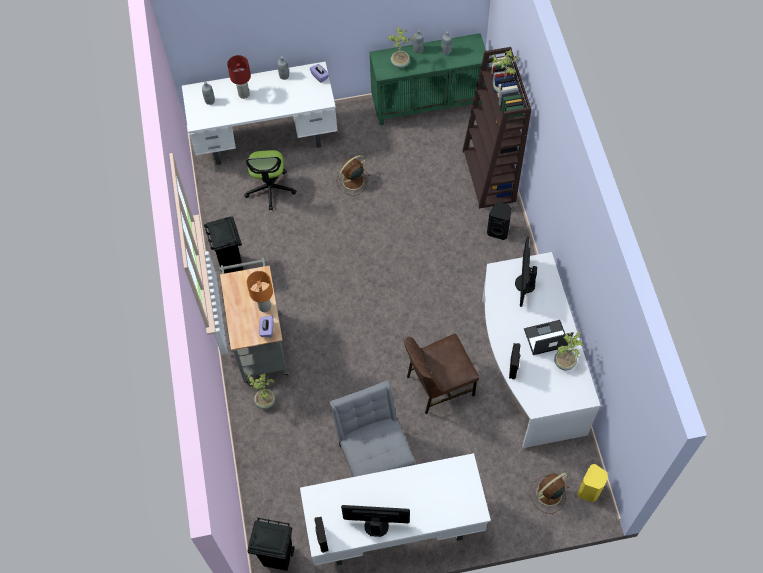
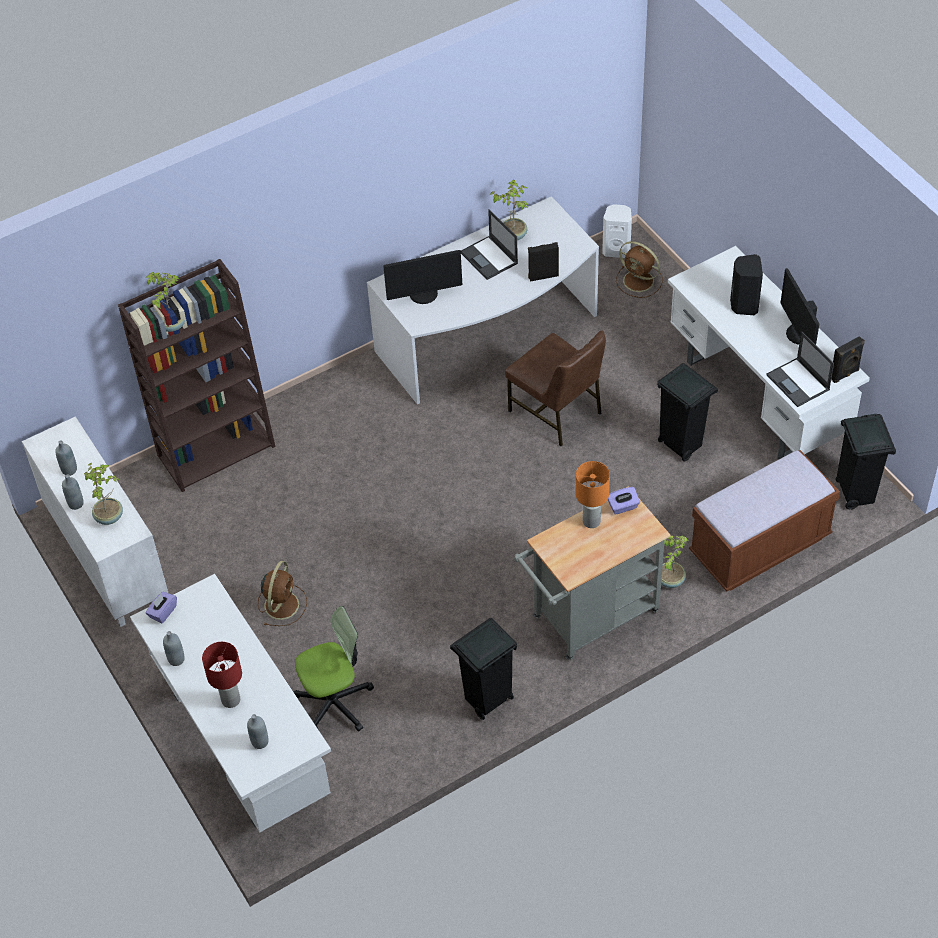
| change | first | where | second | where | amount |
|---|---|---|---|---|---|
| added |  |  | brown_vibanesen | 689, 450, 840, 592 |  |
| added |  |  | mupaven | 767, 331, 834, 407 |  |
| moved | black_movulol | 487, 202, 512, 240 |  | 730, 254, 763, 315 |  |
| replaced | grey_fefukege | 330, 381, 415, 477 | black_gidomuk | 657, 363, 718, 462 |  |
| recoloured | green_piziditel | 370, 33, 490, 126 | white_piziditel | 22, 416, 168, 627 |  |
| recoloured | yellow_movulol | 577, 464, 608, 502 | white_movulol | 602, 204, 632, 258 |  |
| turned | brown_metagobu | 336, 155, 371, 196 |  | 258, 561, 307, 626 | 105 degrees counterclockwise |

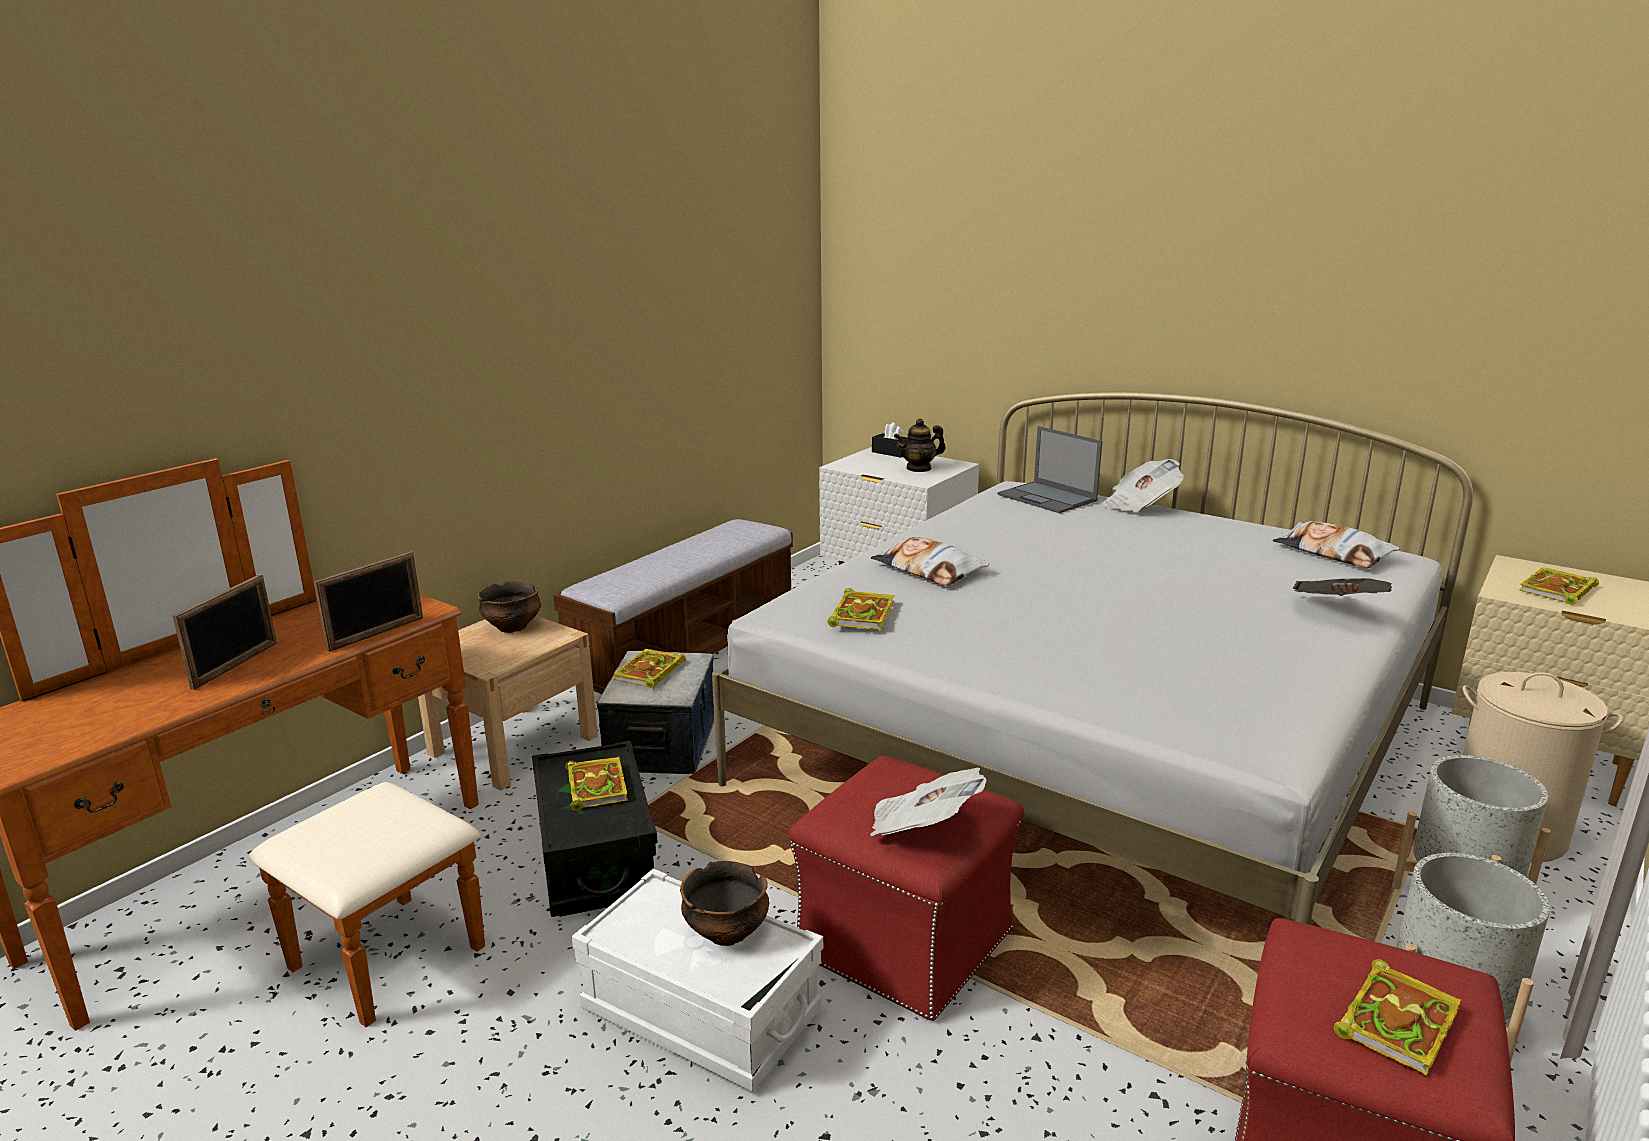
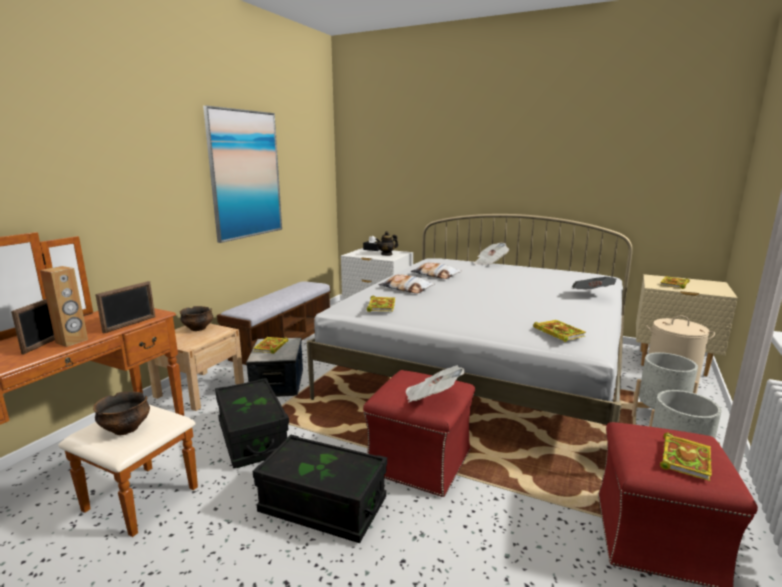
| change | first | where | second | where | amount |
|---|---|---|---|---|---|
| removed | mupaven | 997, 426, 1103, 513 |  |  |  |
| added |  |  | brown_movulol | 40, 266, 88, 347 |  |
| added |  |  | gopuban | 203, 106, 282, 243 |  |
| moved | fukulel | 565, 757, 628, 811 |  | 533, 320, 586, 342 |  |
| moved | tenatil | 680, 861, 769, 946 |  | 93, 391, 150, 435 |  |
| moved | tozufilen | 1273, 521, 1400, 568 |  | 411, 262, 462, 279 |  |
| recoloured | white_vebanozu | 572, 869, 823, 1092 | black_vebanozu | 253, 435, 387, 543 |  |

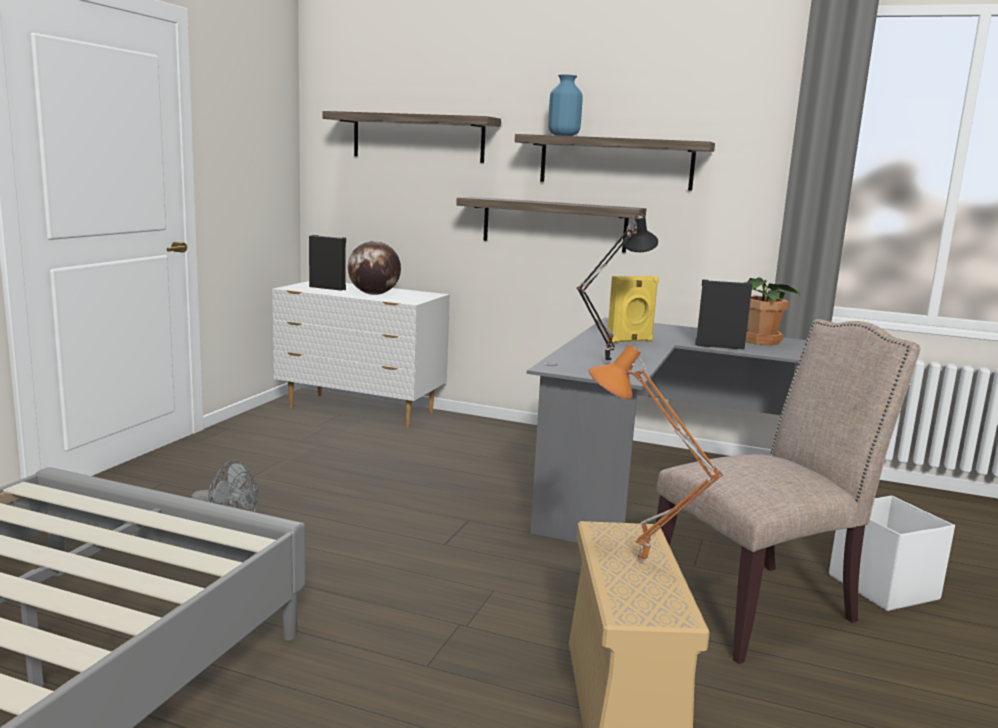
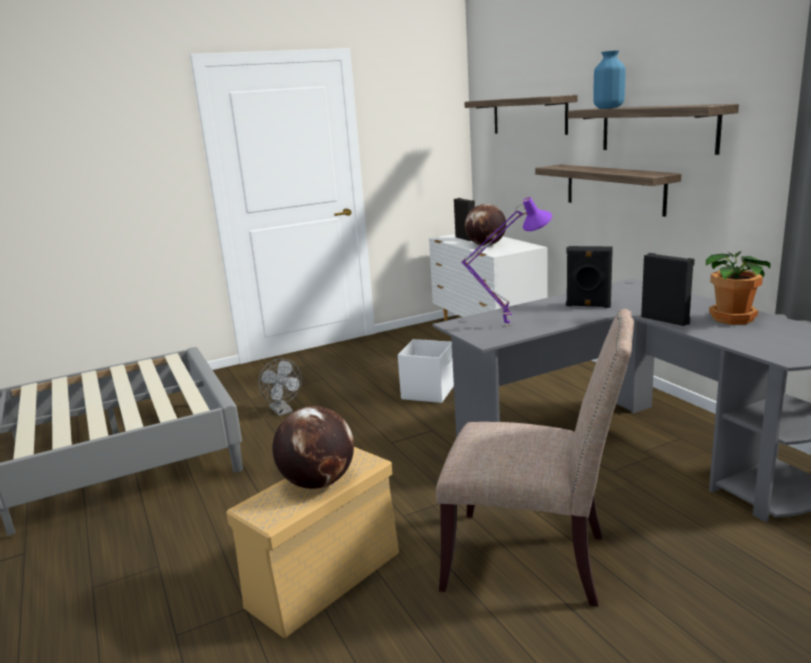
| change | first | where | second | where | amount |
|---|---|---|---|---|---|
| moved | white_vebanozu | 829, 495, 955, 611 |  | 398, 339, 454, 403 |  |
| replaced | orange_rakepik | 588, 344, 723, 565 | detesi | 273, 406, 354, 489 |  |
| recoloured | black_rakepik | 576, 214, 658, 364 | purple_rakepik | 461, 197, 552, 326 |  |
| recoloured | yellow_movulol | 607, 276, 659, 343 | black_movulol | 566, 246, 613, 308 |  |

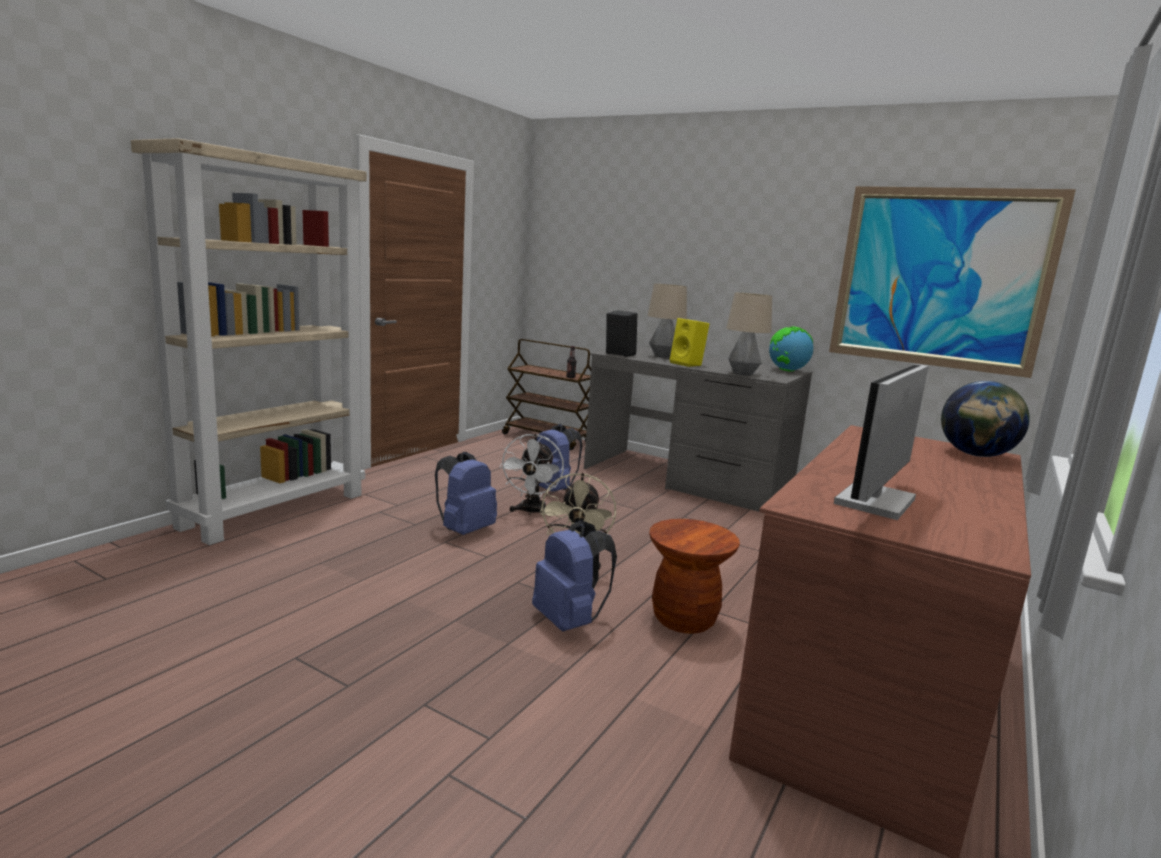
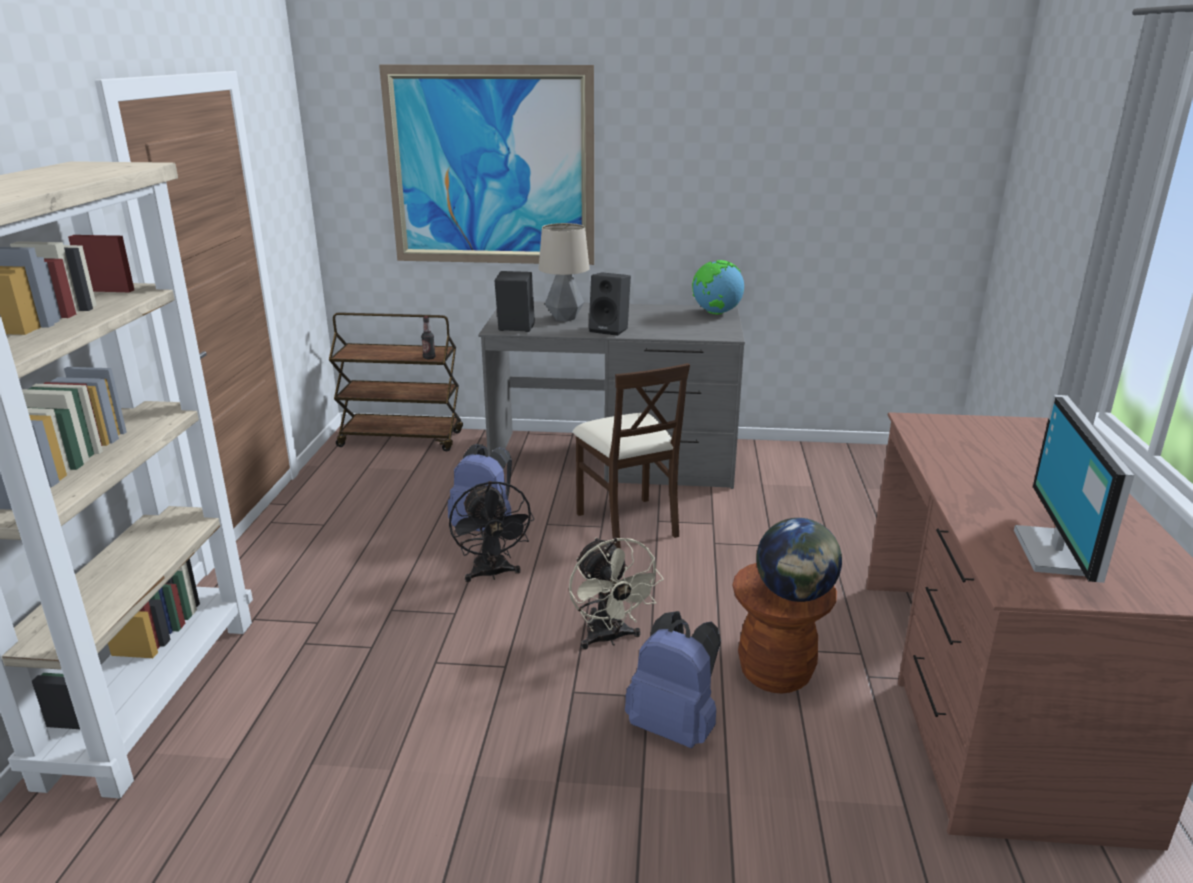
| change | first | where | second | where | amount |
|---|---|---|---|---|---|
| removed | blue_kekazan | 435, 452, 497, 535 |  |  |  |
| removed | rakepik | 726, 293, 772, 376 |  |  |  |
| added |  |  | beige_fefukege | 573, 363, 690, 549 |  |
| moved | gopuban | 829, 186, 1076, 378 |  | 379, 65, 594, 265 |  |
| moved | detesi | 941, 381, 1030, 457 |  | 756, 518, 842, 602 |  |
| recoloured | white_metagobu | 499, 434, 564, 515 | black_metagobu | 449, 481, 534, 582 |  |
| recoloured | yellow_movulol | 670, 318, 709, 367 | black_movulol | 589, 272, 631, 336 |  |

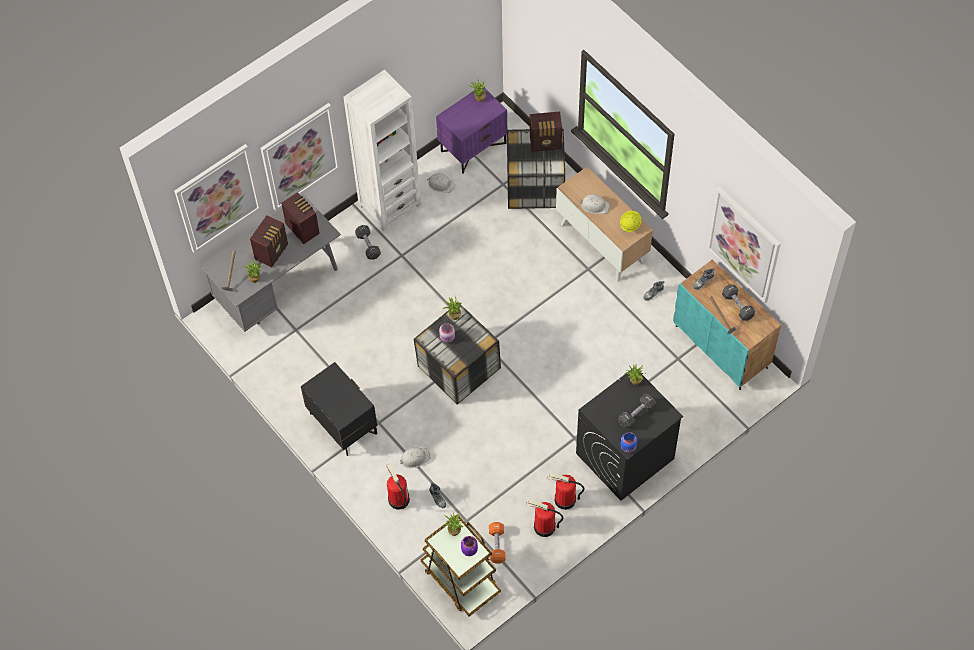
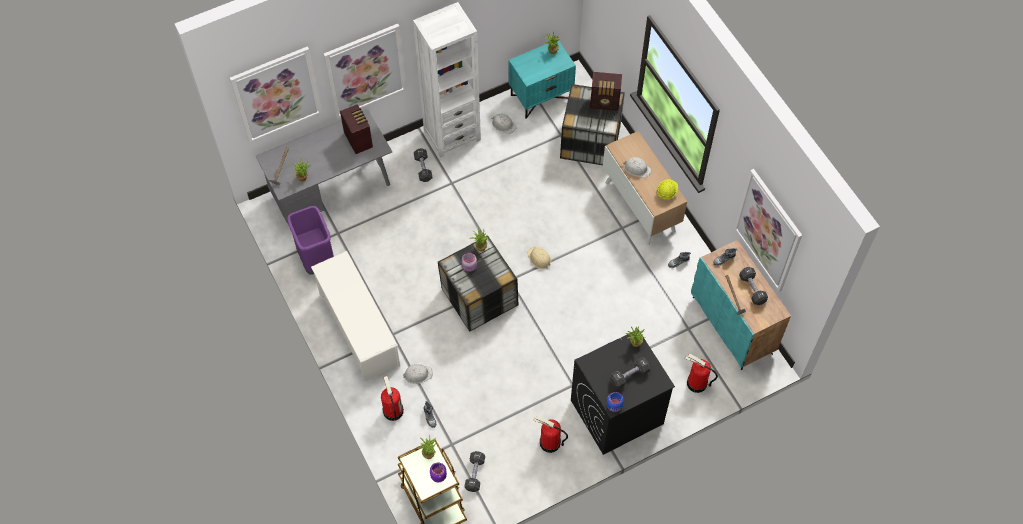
| change | first | where | second | where | amount |
|---|---|---|---|---|---|
| removed | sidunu | 250, 215, 288, 267 |  |  |  |
| added |  |  | purple_gidomuk | 287, 206, 334, 274 |  |
| added |  |  | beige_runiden | 527, 246, 551, 269 |  |
| moved | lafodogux | 526, 499, 563, 537 |  | 685, 354, 718, 393 |  |
| replaced | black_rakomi | 301, 362, 377, 456 | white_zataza | 311, 251, 400, 381 |  |
| recoloured | purple_rakomi | 436, 88, 507, 174 | turquoise_rakomi | 509, 40, 576, 119 |  |
| recoloured | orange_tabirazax | 489, 522, 506, 564 | black_tabirazax | 465, 451, 485, 492 |  |

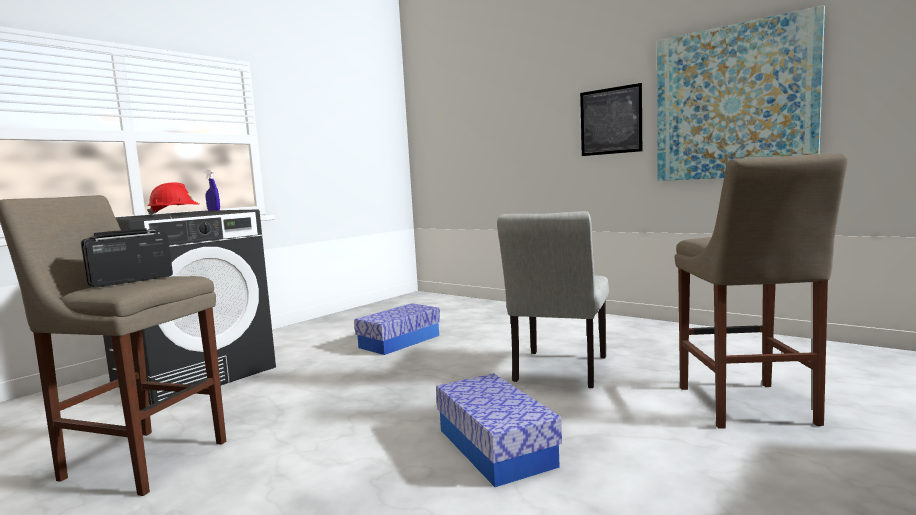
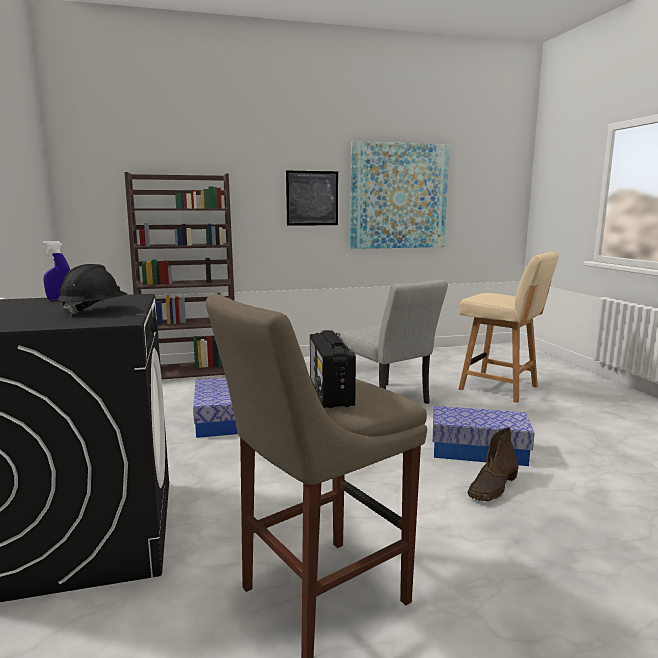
| change | first | where | second | where | amount |
|---|---|---|---|---|---|
| added |  |  | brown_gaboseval | 124, 172, 235, 380 |  |
| added |  |  | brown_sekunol | 468, 427, 518, 501 |  |
| replaced | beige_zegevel | 675, 153, 848, 429 | beige_fefukege | 458, 252, 559, 403 |  |
| recoloured | red_runiden | 147, 182, 199, 216 | black_runiden | 58, 264, 127, 316 |  |

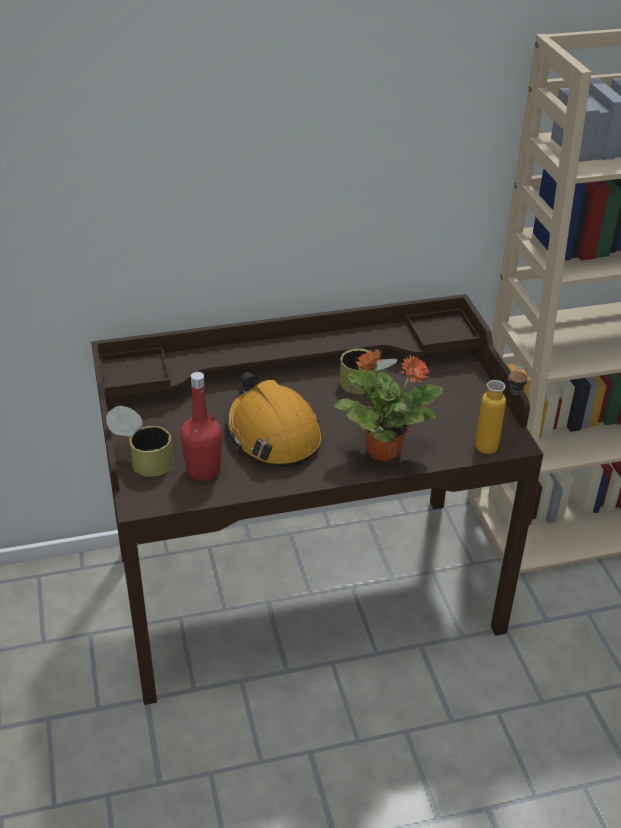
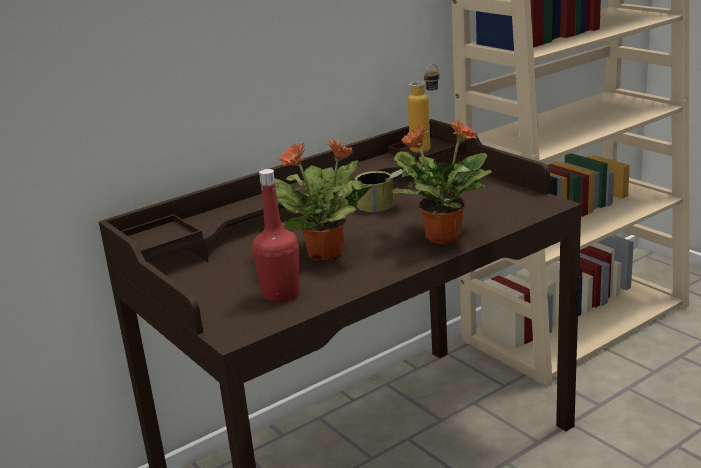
| change | first | where | second | where | amount |
|---|---|---|---|---|---|
| removed | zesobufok | 106, 406, 173, 477 |  |  |  |
| moved | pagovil | 475, 367, 528, 454 |  | 408, 64, 439, 153 |  |
| replaced | orange_runiden | 226, 373, 321, 468 | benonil | 275, 139, 374, 261 |  |

